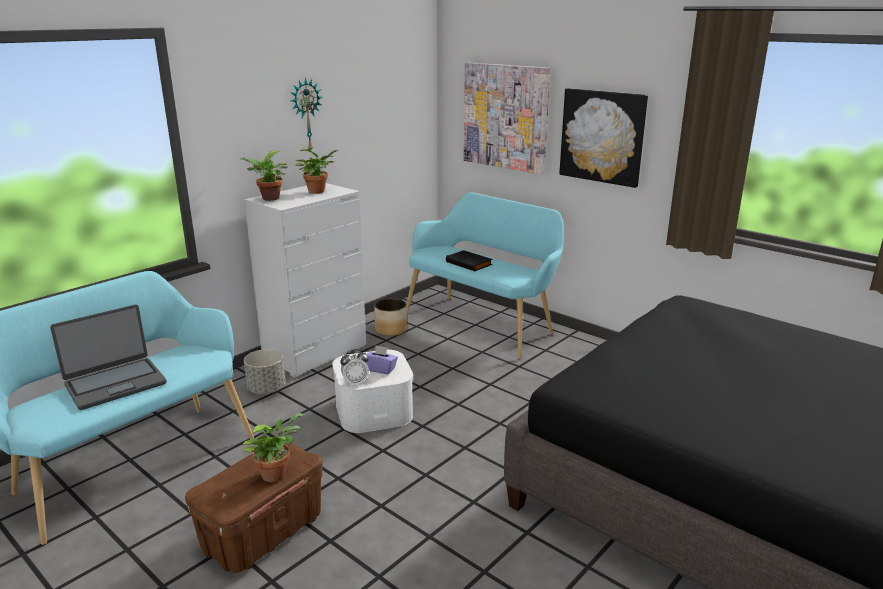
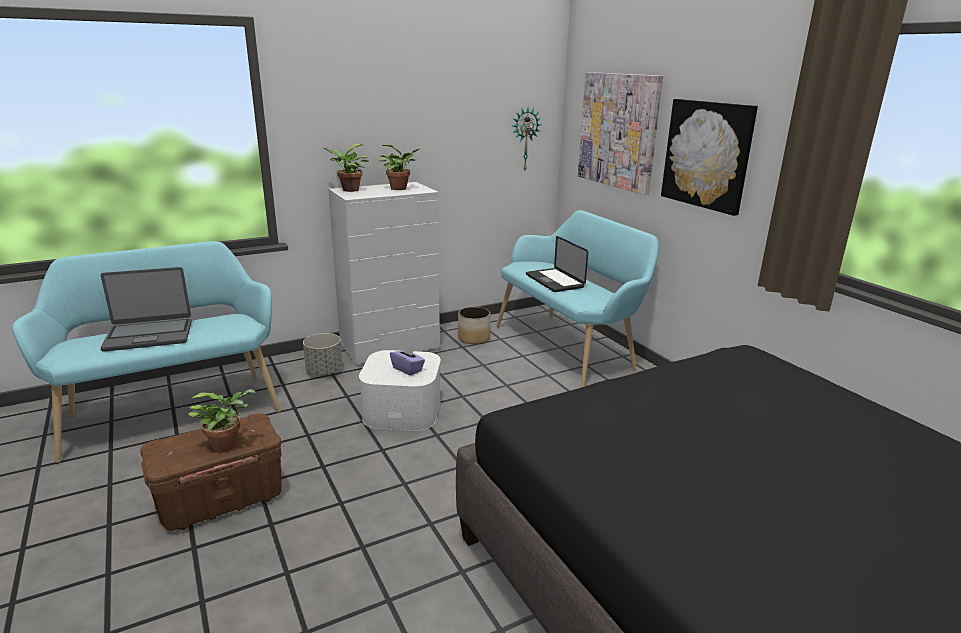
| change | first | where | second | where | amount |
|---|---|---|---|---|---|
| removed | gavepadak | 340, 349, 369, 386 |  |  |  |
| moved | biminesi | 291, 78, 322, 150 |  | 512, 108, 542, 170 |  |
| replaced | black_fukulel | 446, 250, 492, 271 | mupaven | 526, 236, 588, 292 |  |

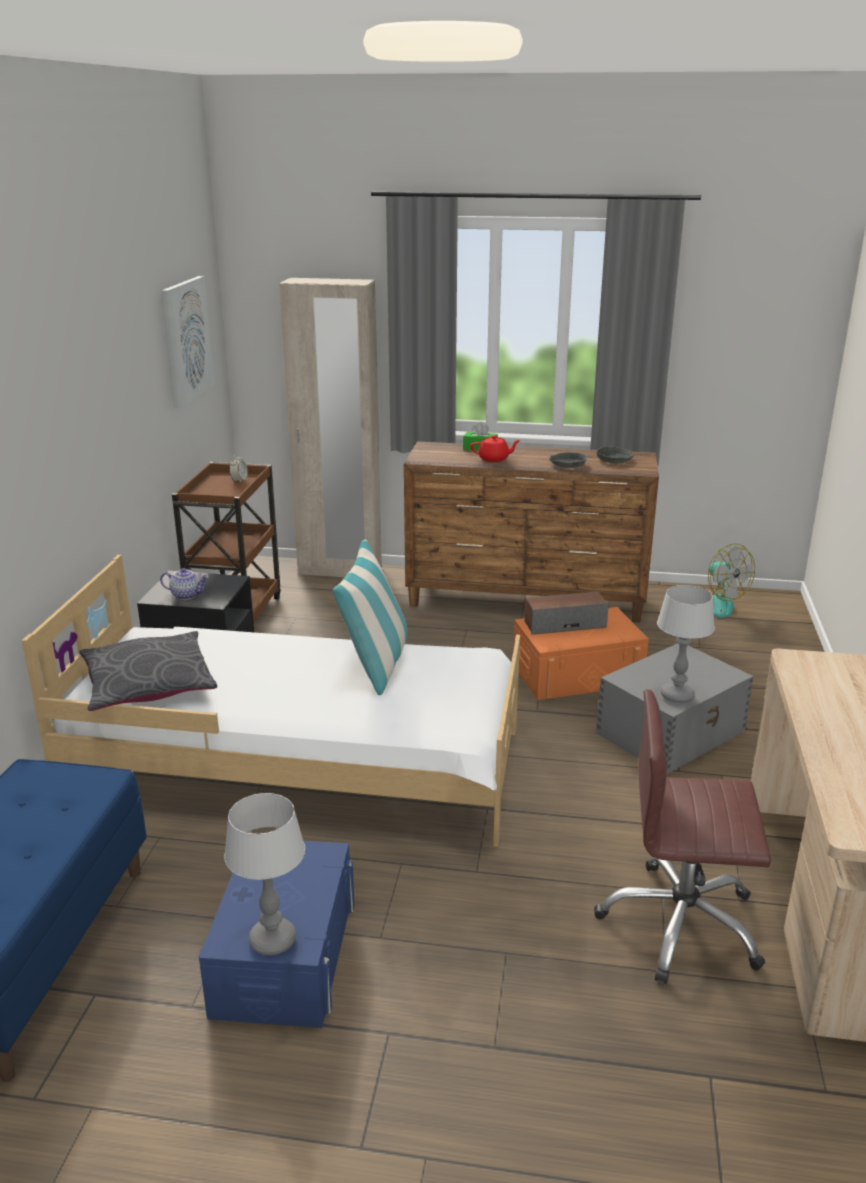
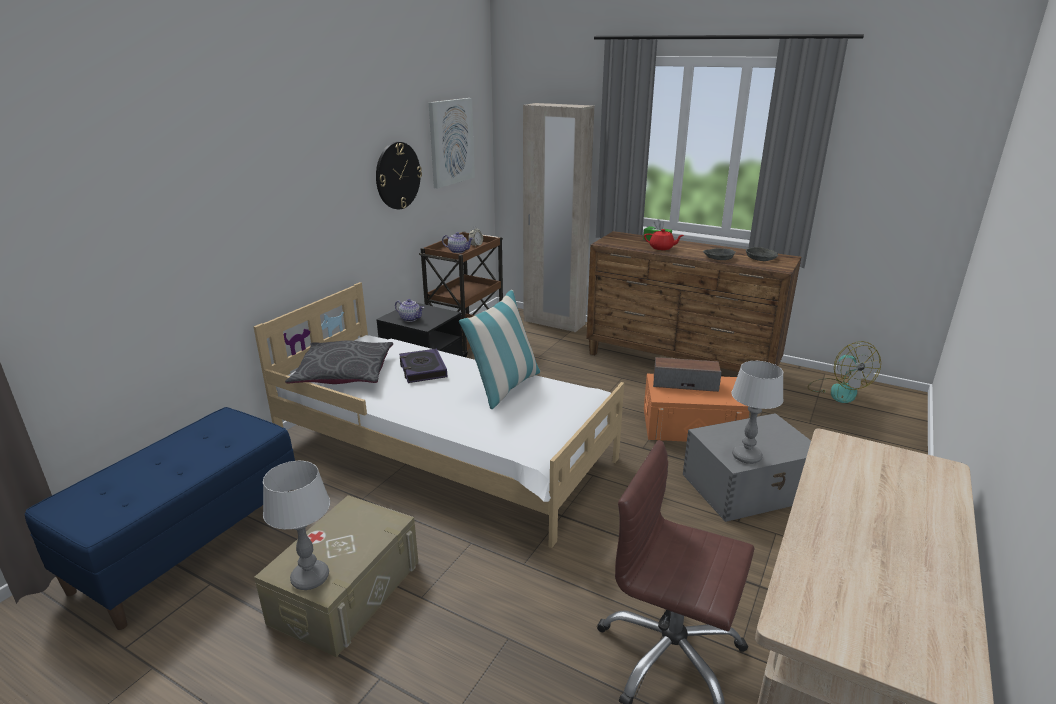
| change | first | where | second | where | amount |
|---|---|---|---|---|---|
| added |  |  | biminesi | 376, 142, 422, 209 |  |
| added |  |  | fukulel | 399, 349, 447, 383 |  |
| added |  |  | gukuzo | 442, 232, 474, 253 |  |
| recoloured | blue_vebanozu | 199, 841, 355, 1028 | beige_vebanozu | 254, 495, 418, 657 |  |

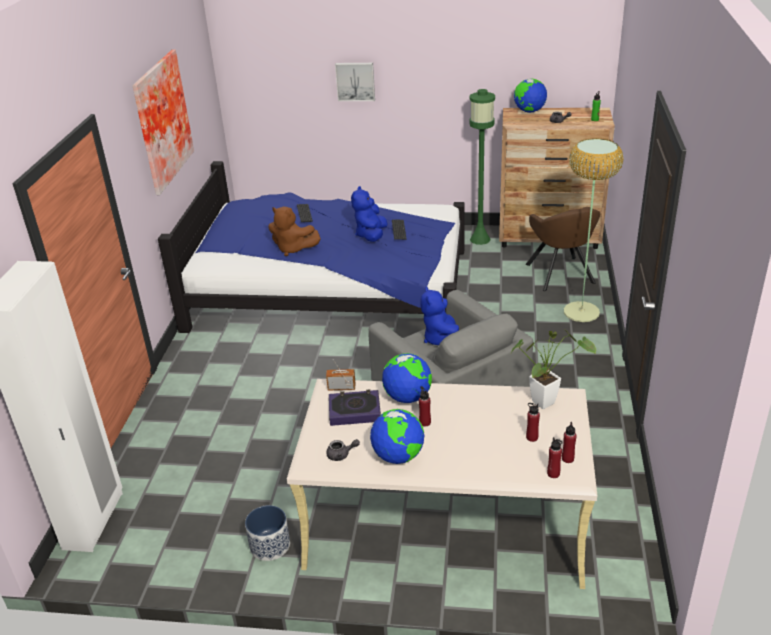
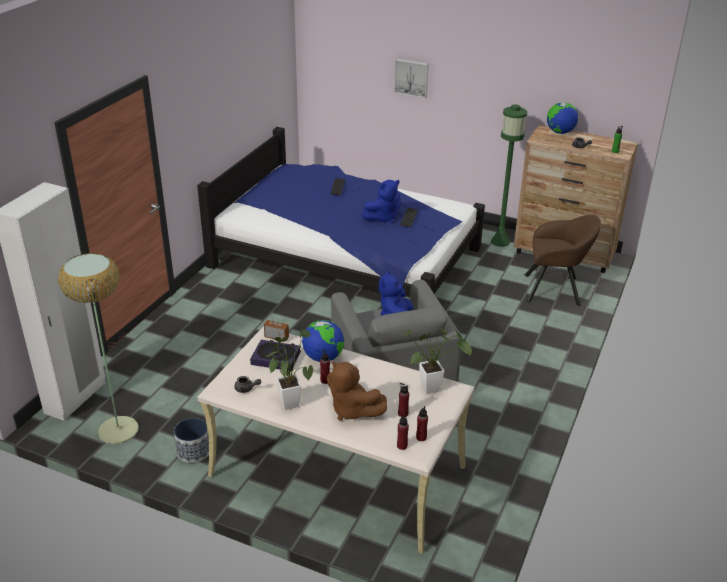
| change | first | where | second | where | amount |
|---|---|---|---|---|---|
| removed | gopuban | 132, 49, 194, 195 |  |  |  |
| moved | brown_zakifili | 268, 207, 321, 256 |  | 327, 361, 387, 421 |  |
| moved | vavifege | 564, 138, 624, 322 |  | 58, 253, 139, 444 |  |
| replaced | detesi | 370, 409, 424, 464 | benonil | 266, 329, 313, 410 |  |
| turned | blue_zakifili | 351, 186, 388, 242 |  | 363, 180, 401, 223 | 150 degrees counterclockwise |
| turned | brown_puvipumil | 526, 207, 600, 291 |  | 525, 215, 601, 306 | 90 degrees counterclockwise |

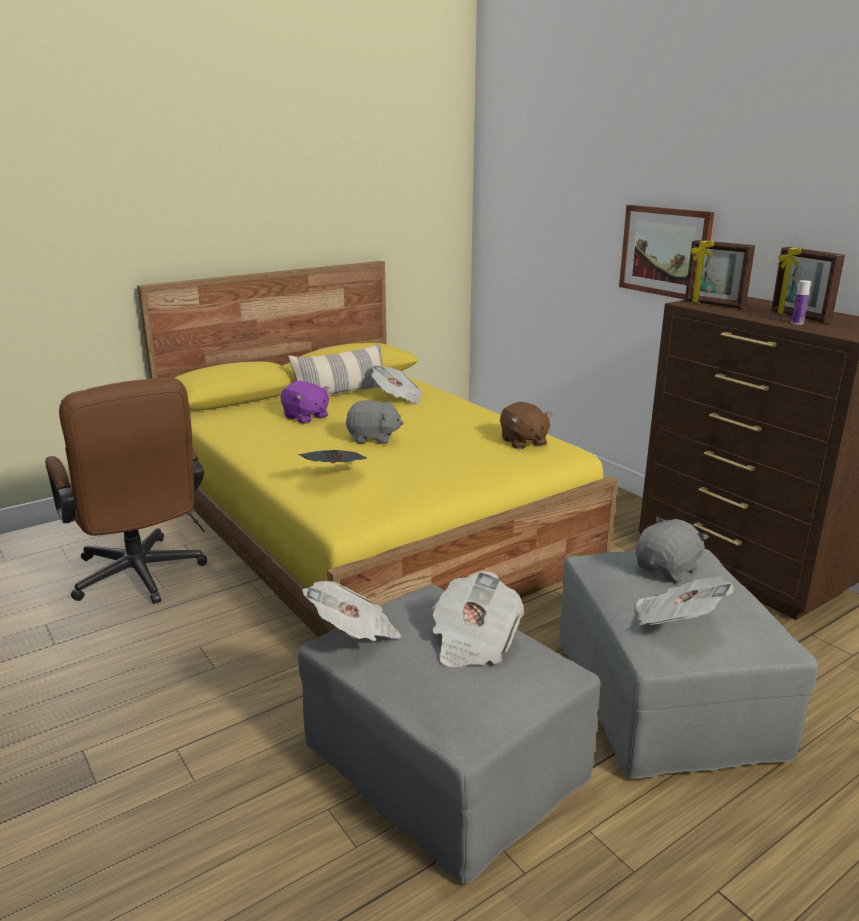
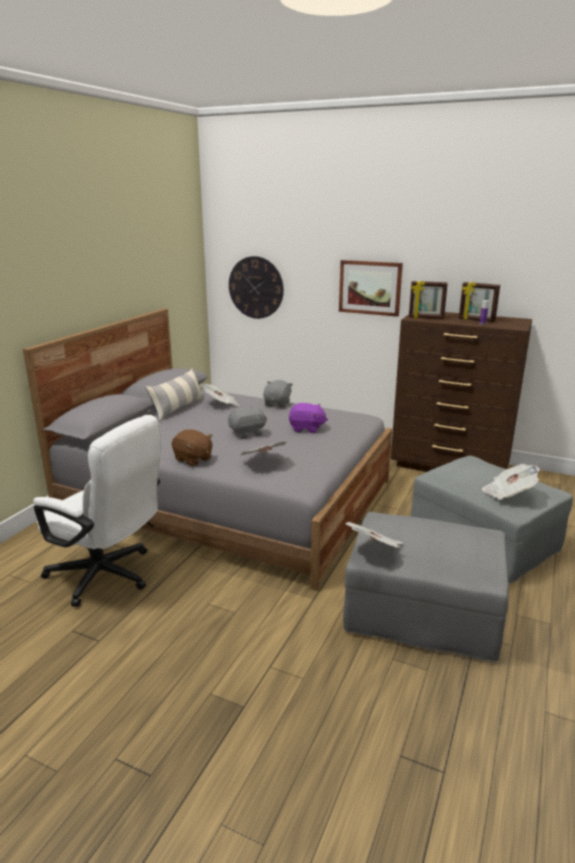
| change | first | where | second | where | amount |
|---|---|---|---|---|---|
| removed | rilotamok | 432, 571, 524, 667 |  |  |  |
| added |  |  | biminesi | 229, 256, 284, 319 |  |
| moved | purple_zakifili | 280, 381, 329, 424 |  | 289, 403, 328, 433 |  |
| moved | brown_zakifili | 500, 402, 553, 449 |  | 172, 429, 213, 466 |  |
| moved | grey_zakifili | 636, 517, 709, 583 |  | 263, 380, 293, 407 |  |
| recoloured | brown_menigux | 45, 377, 207, 604 | white_menigux | 33, 415, 161, 607 |  |
| recoloured | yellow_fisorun | 137, 261, 618, 637 | grey_fisorun | 23, 309, 392, 591 |  |

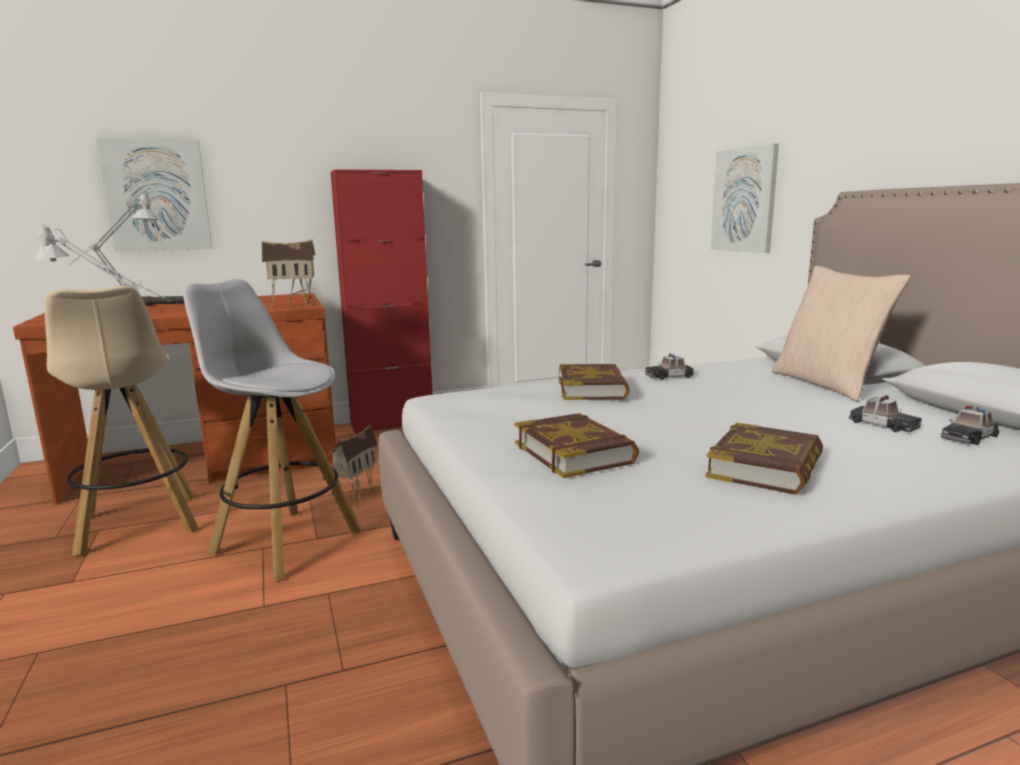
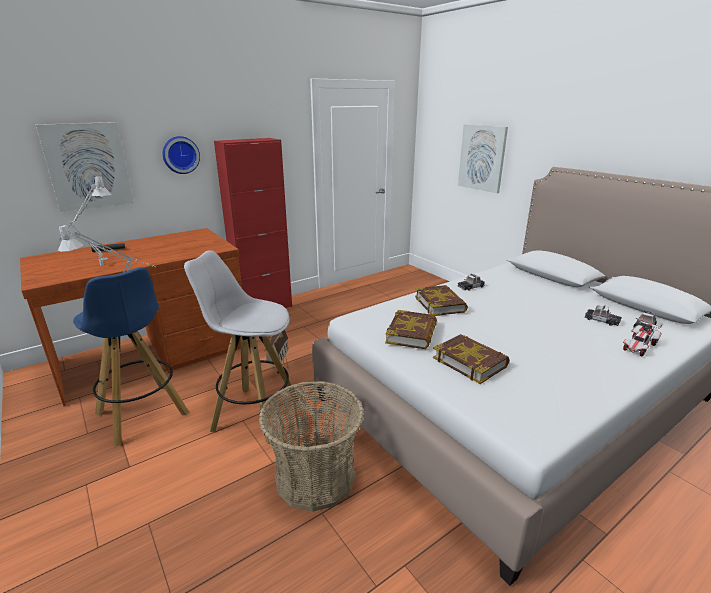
| change | first | where | second | where | amount |
|---|---|---|---|---|---|
| removed | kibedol | 261, 239, 315, 309 |  |  |  |
| removed | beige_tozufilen | 772, 266, 911, 401 |  |  |  |
| added |  |  | biminesi | 163, 136, 200, 174 |  |
| added |  |  | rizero | 259, 381, 364, 512 |  |
| added |  |  | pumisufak | 623, 319, 662, 357 |  |
| moved | fukulel | 705, 422, 823, 495 |  | 385, 310, 437, 349 |  |
| recoloured | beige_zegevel | 45, 285, 199, 555 | blue_zegevel | 73, 267, 189, 447 |  |

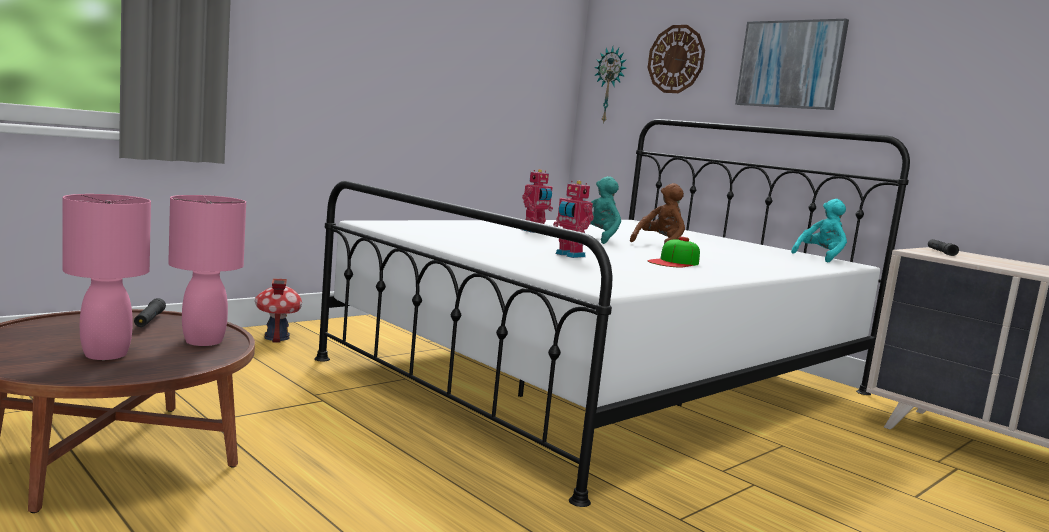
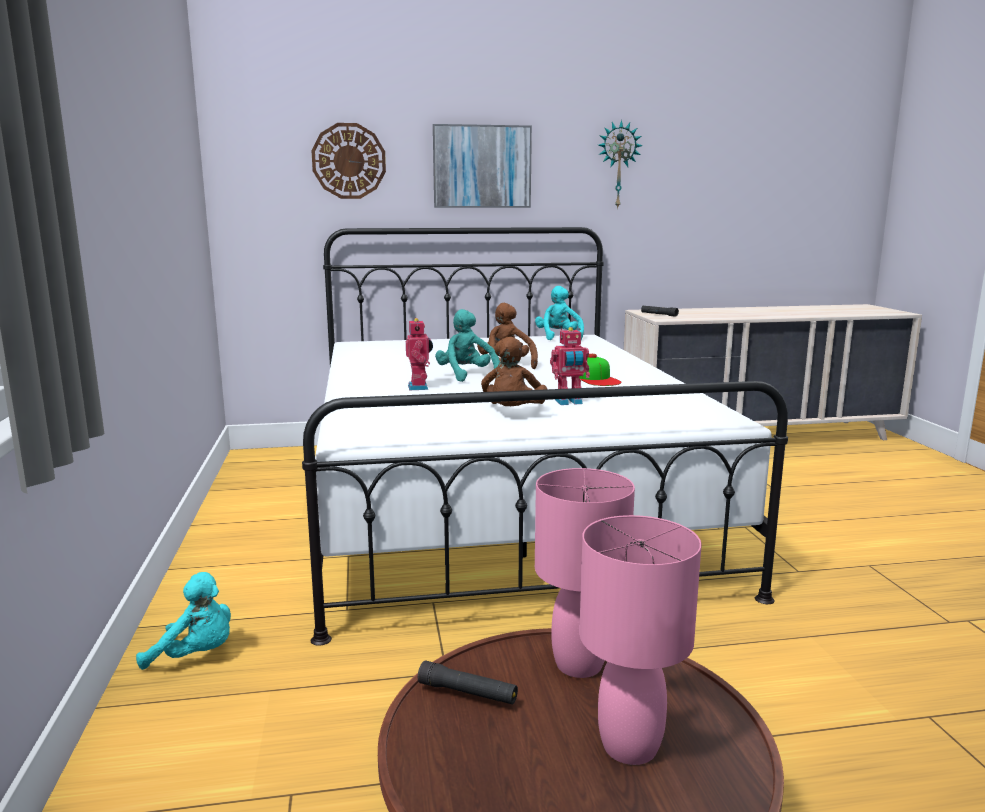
| change | first | where | second | where | amount |
|---|---|---|---|---|---|
| added |  |  | brown_zakifili | 481, 337, 547, 406 |  |
| moved | biminesi | 594, 47, 627, 124 |  | 598, 120, 643, 209 |  |
| replaced | kibedol | 255, 279, 302, 343 | turquoise_zakifili | 136, 572, 231, 670 |  |

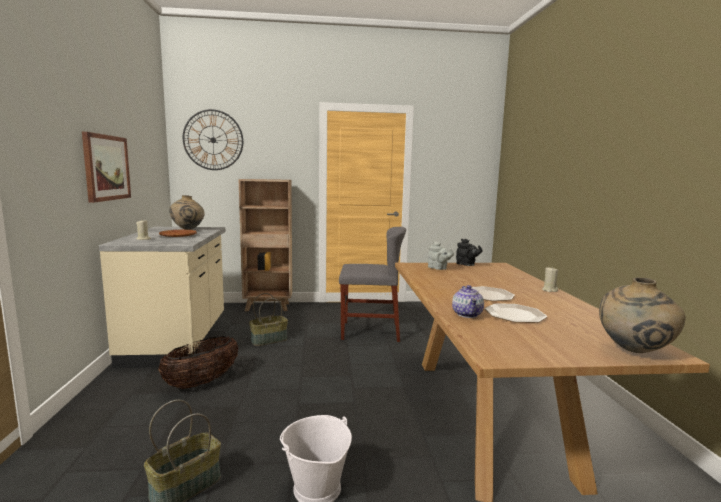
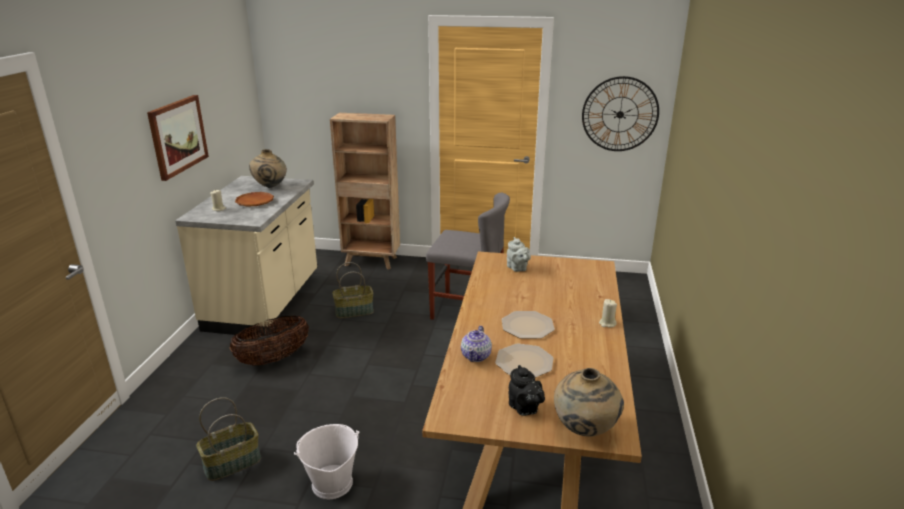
| change | first | where | second | where | amount |
|---|---|---|---|---|---|
| moved | biminesi | 183, 109, 243, 170 |  | 582, 76, 659, 151 |  |
| moved | black_gukuzo | 456, 239, 482, 266 |  | 508, 365, 545, 416 |  |

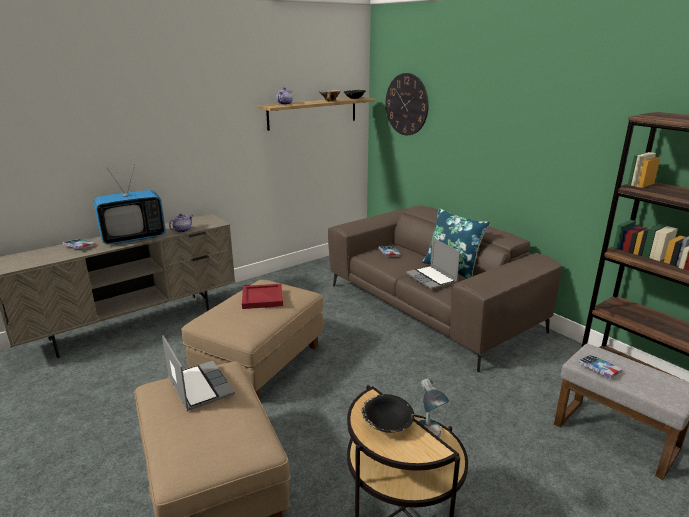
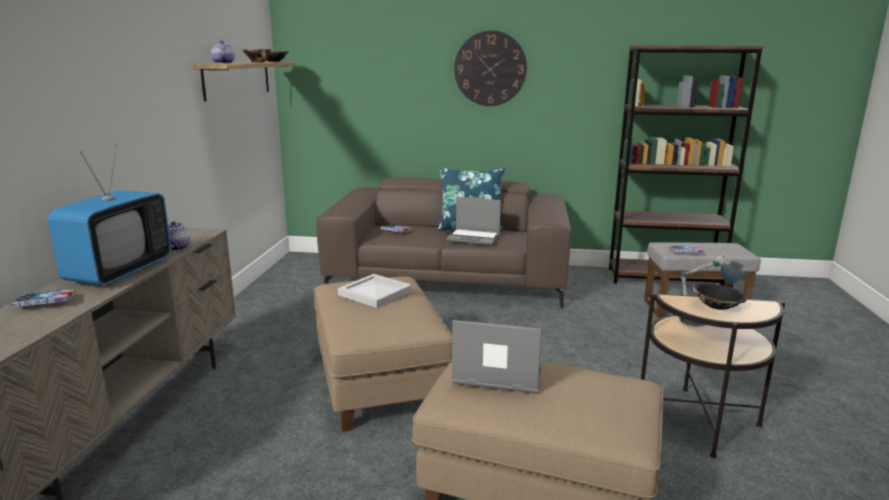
| change | first | where | second | where | amount |
|---|---|---|---|---|---|
| moved | biminesi | 386, 73, 429, 135 |  | 454, 30, 527, 106 |  |
| recoloured | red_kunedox | 242, 284, 283, 309 | white_kunedox | 338, 274, 412, 308 |  |

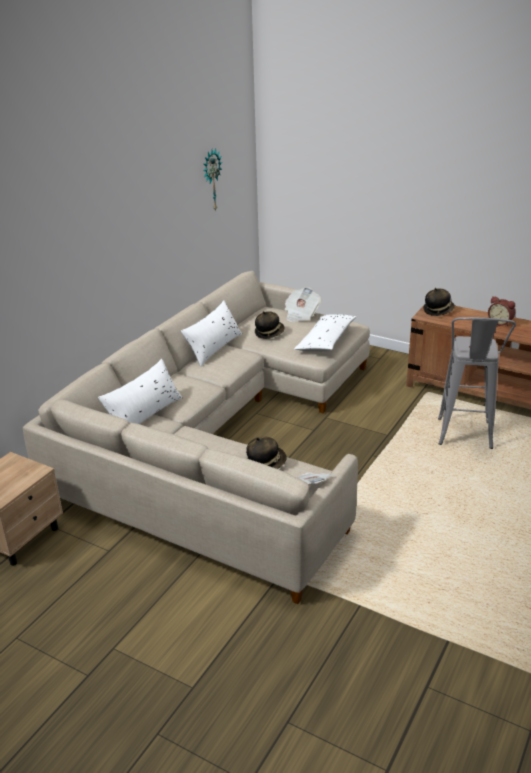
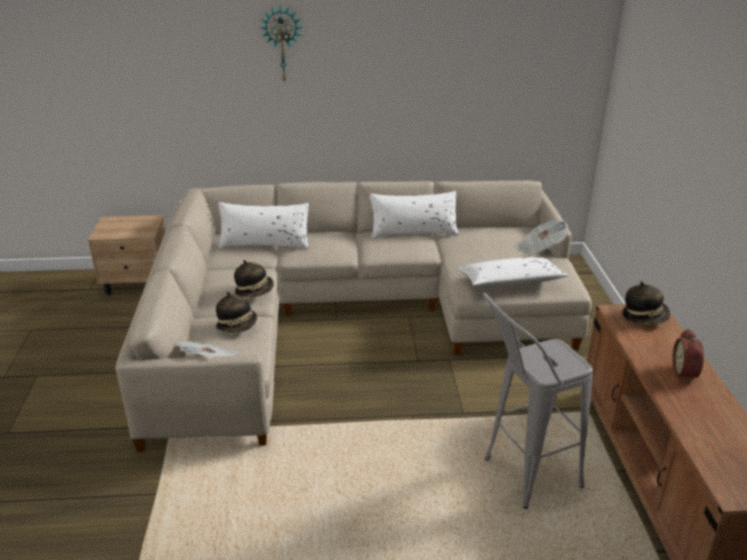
| change | first | where | second | where | amount |
|---|---|---|---|---|---|
| moved | biminesi | 203, 149, 223, 212 |  | 261, 5, 303, 83 |  |
| moved | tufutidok | 255, 311, 284, 339 |  | 234, 260, 274, 298 |  |

